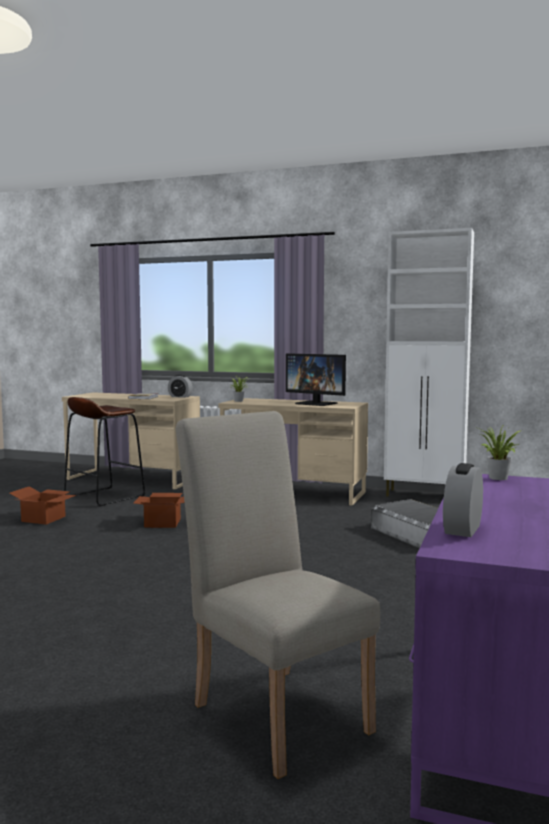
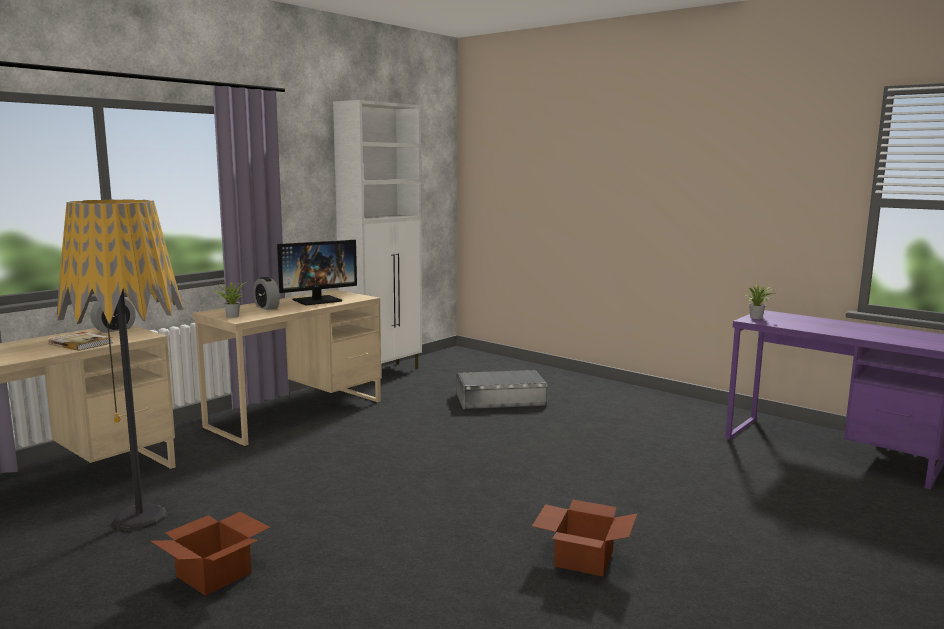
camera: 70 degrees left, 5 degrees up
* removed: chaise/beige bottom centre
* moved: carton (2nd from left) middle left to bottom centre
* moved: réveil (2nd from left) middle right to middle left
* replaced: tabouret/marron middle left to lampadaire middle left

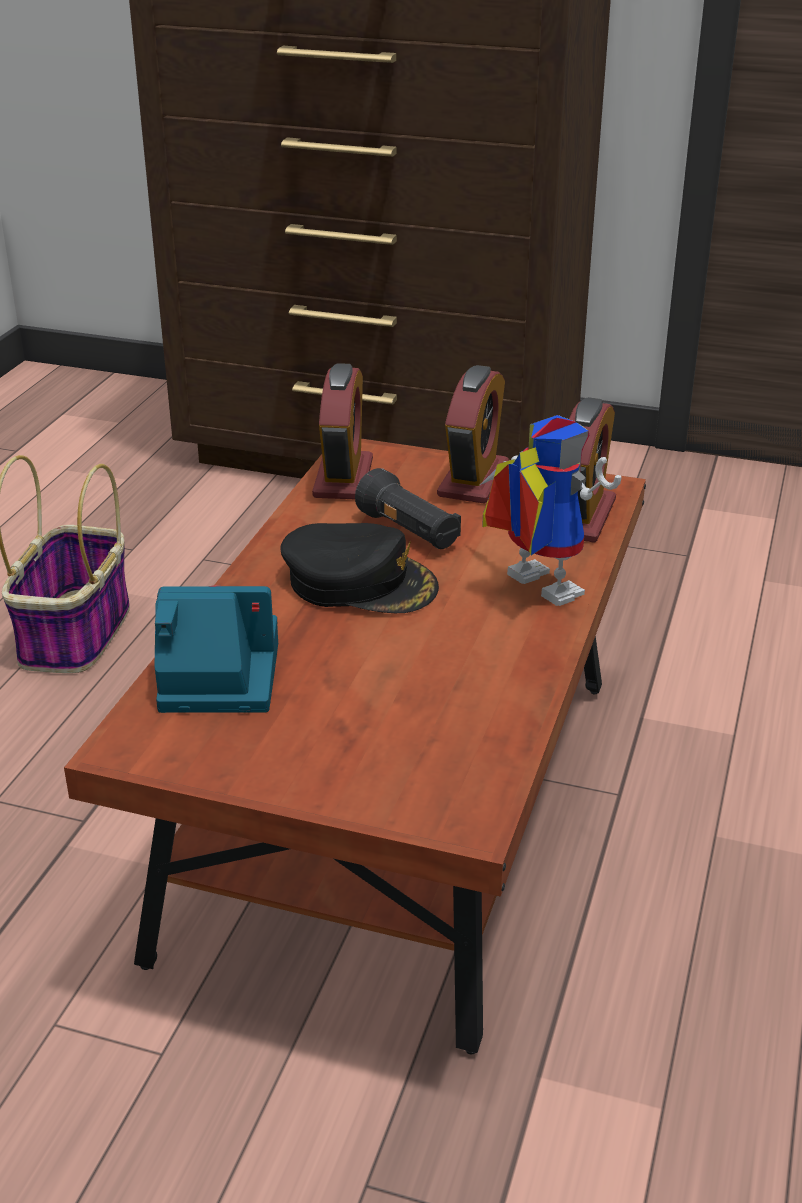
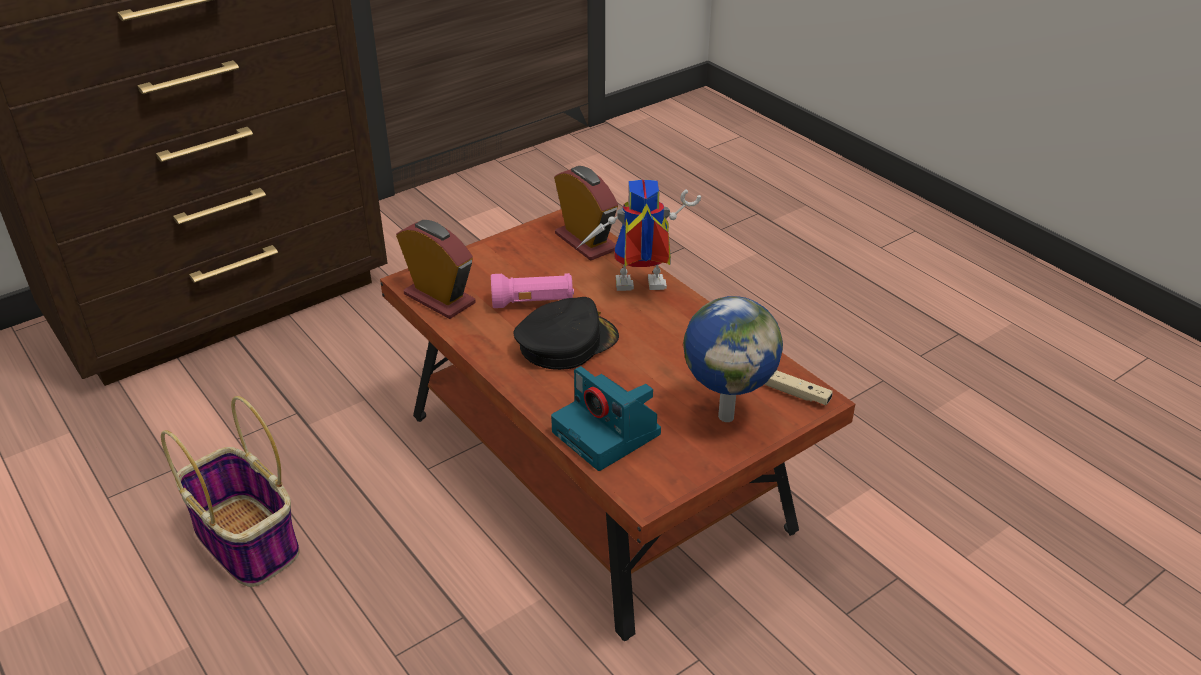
camera: 55 degrees left, 5 degrees up
* removed: réveil (2nd from left) centre
* added: globe centre
* added: manette/beige centre
* recoloured: lampe de poche/noir centre to lampe de poche/rose centre
* turned: appareil photo middle left = centre 75 degrees counterclockwise

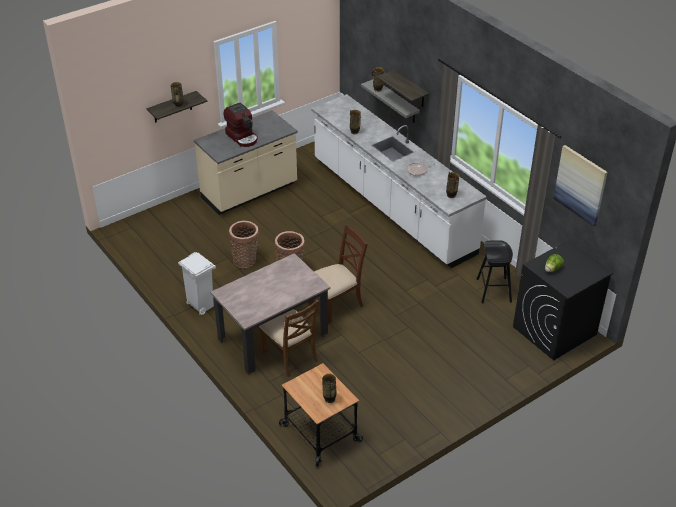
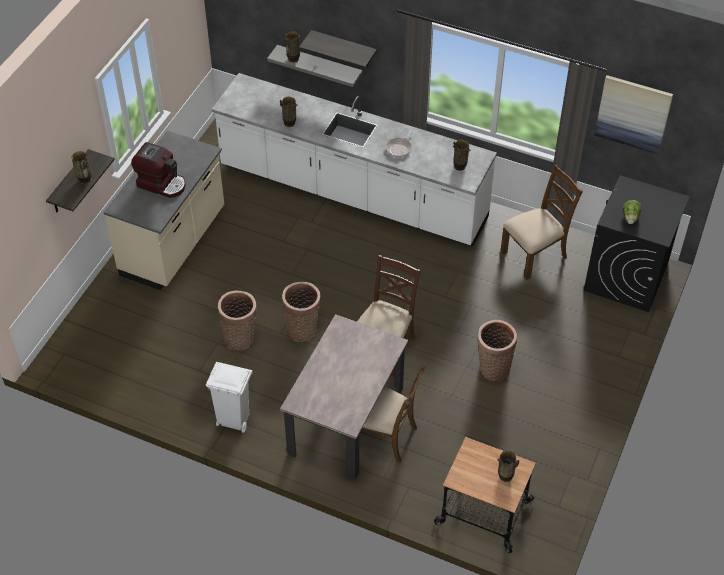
camera: 30 degrees left, 10 degrees up
* added: panier (3rd from left) middle right
* replaced: tabouret/noir middle right to chaise/marron (3rd from left) middle right

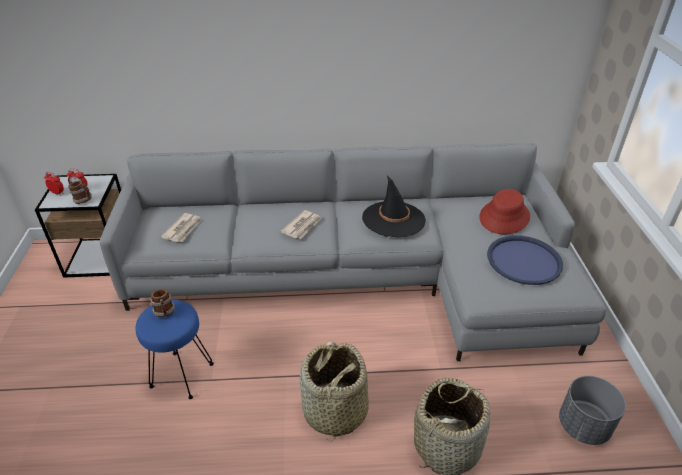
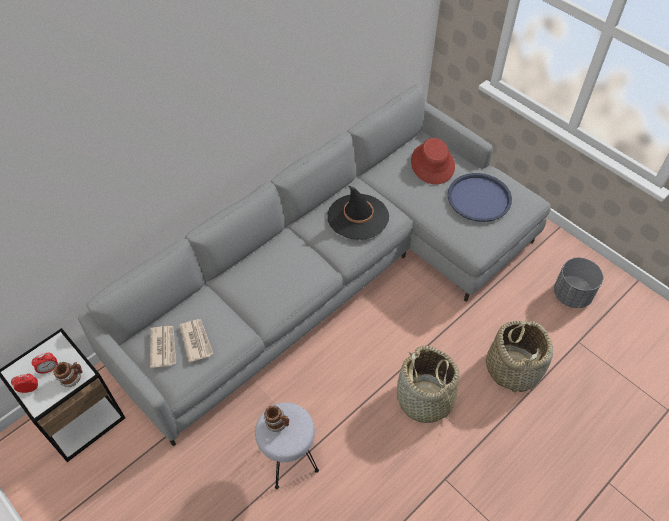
camera: 40 degrees left, 15 degrees up
* moved: journal (2nd from left in the first image) centre to journal (1st from left) middle left
* recoloured: tabouret/bleu bottom left to tabouret/gris bottom centre

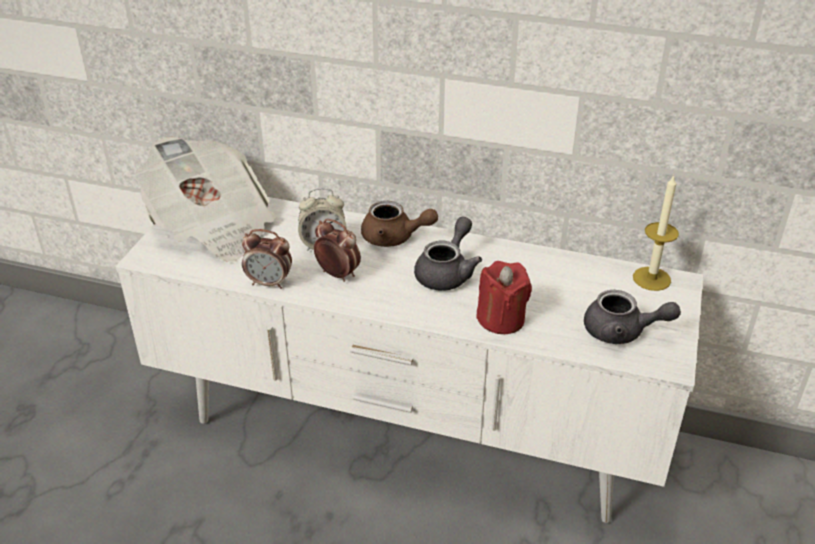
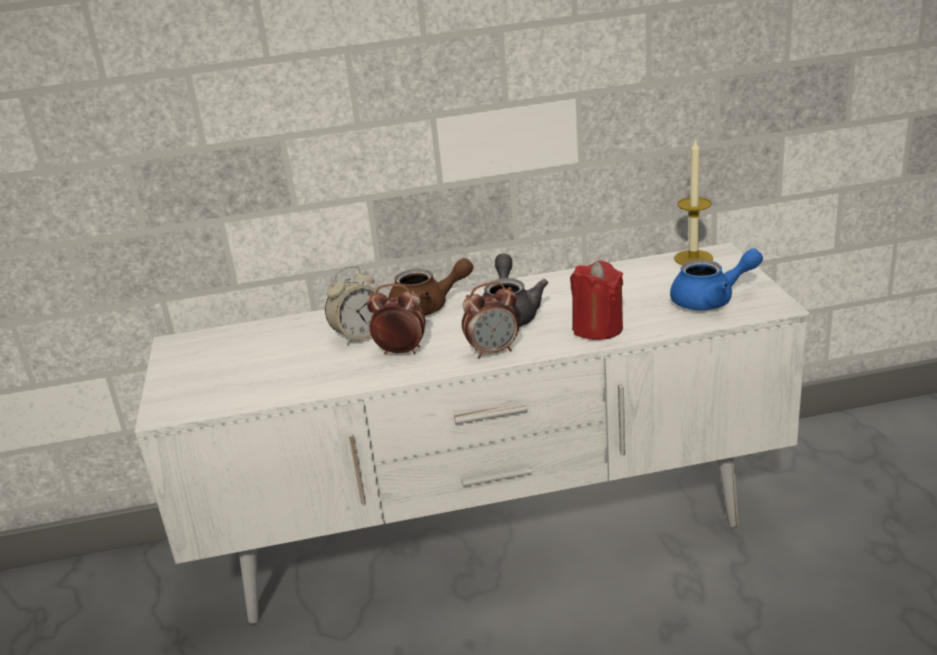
camera: 25 degrees left, 10 degrees down
* removed: journal middle left
* moved: réveil (1st from left in the first image) middle left to réveil (3rd from left) centre
* recoloured: théière/gris (2nd from left) middle right to théière/bleu middle right

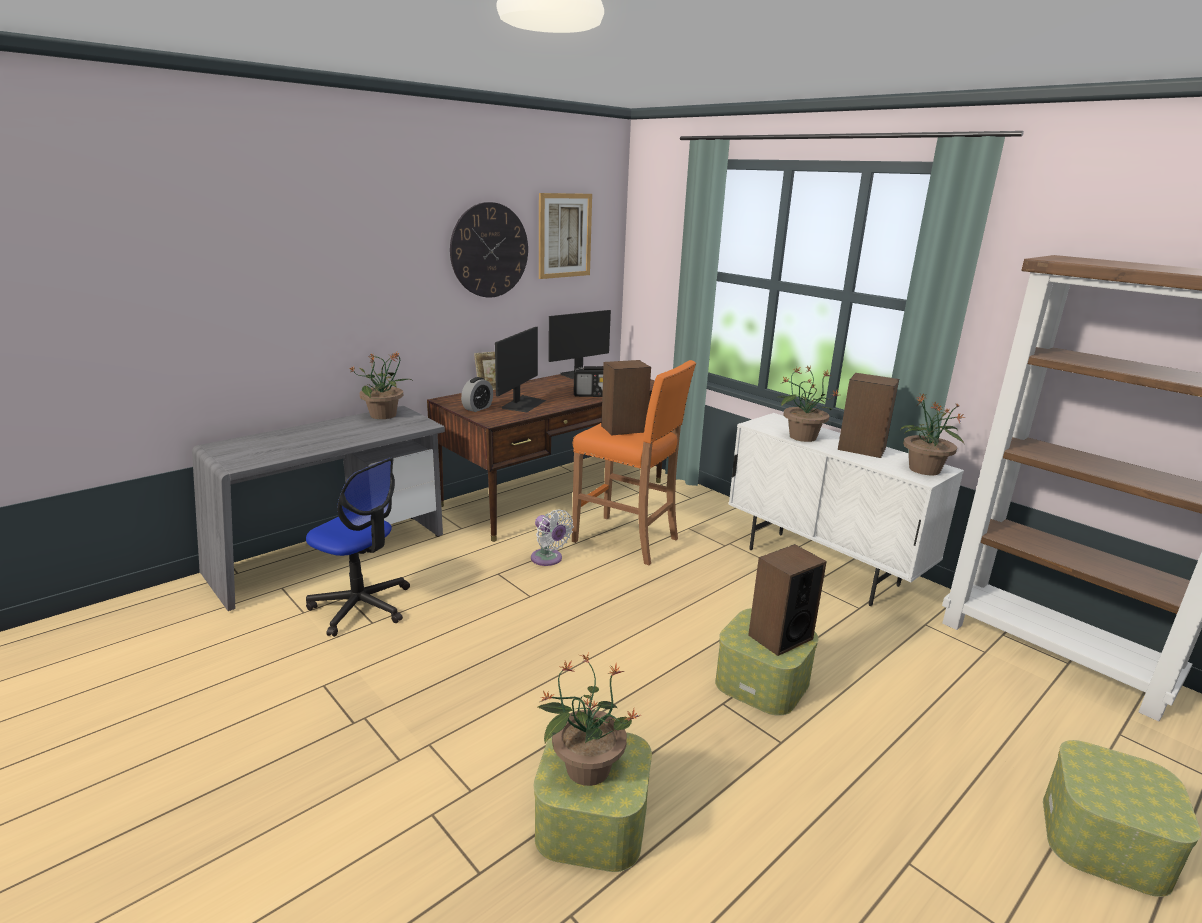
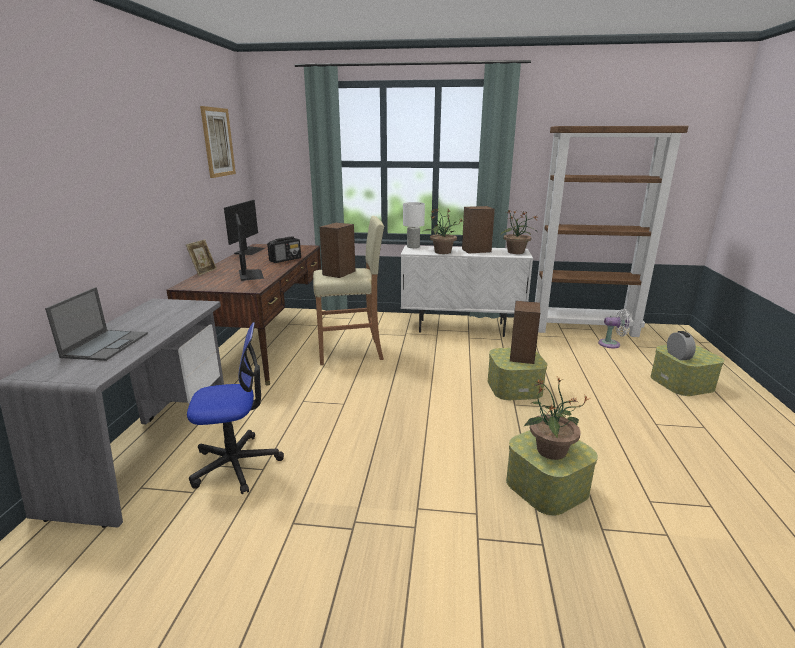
camera: 40 degrees left, 0 degrees up
* removed: plante en pot (1st from left) middle left
* removed: horloge murale top centre
* added: ordinateur portable middle left
* added: lampe de table/blanc centre
* moved: réveil centre to middle right
* moved: ventilateur/blanc centre to middle right
* recoloured: tabouret/orange centre to tabouret/beige centre

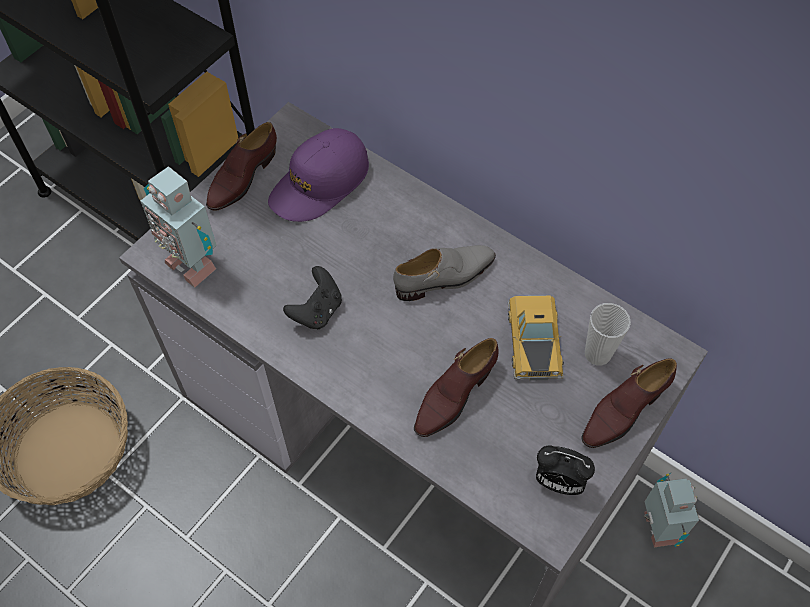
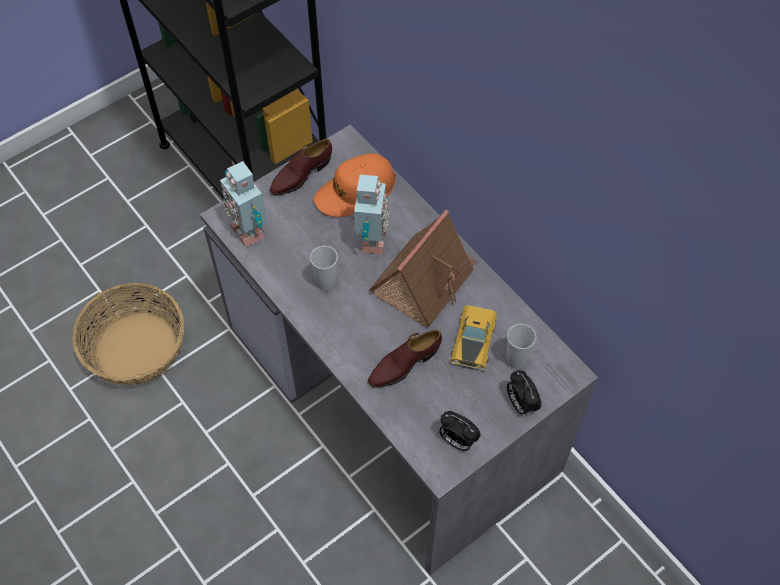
camera: 15 degrees right, 0 degrees up
* moved: robot jouet (2nd from left) bottom right to centre
* replaced: manette/noir centre to tasse (1st from left) centre
* replaced: chaussure/gris centre to maison miniature centre
* replaced: chaussure/marron (3rd from left) middle right to réveil (2nd from left) bottom right
* recoloured: casquette/violet top centre to casquette/orange top centre

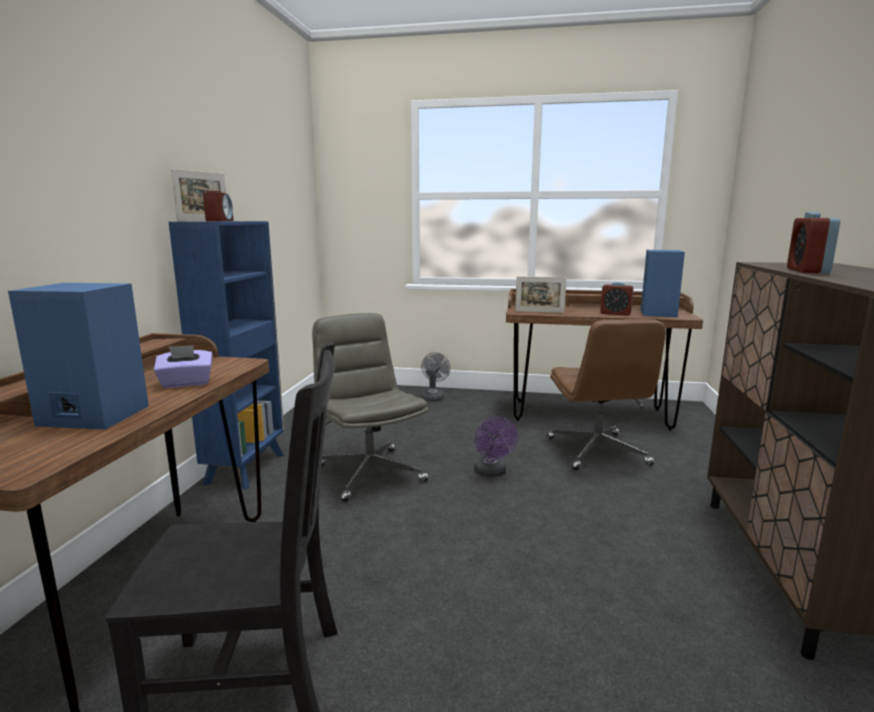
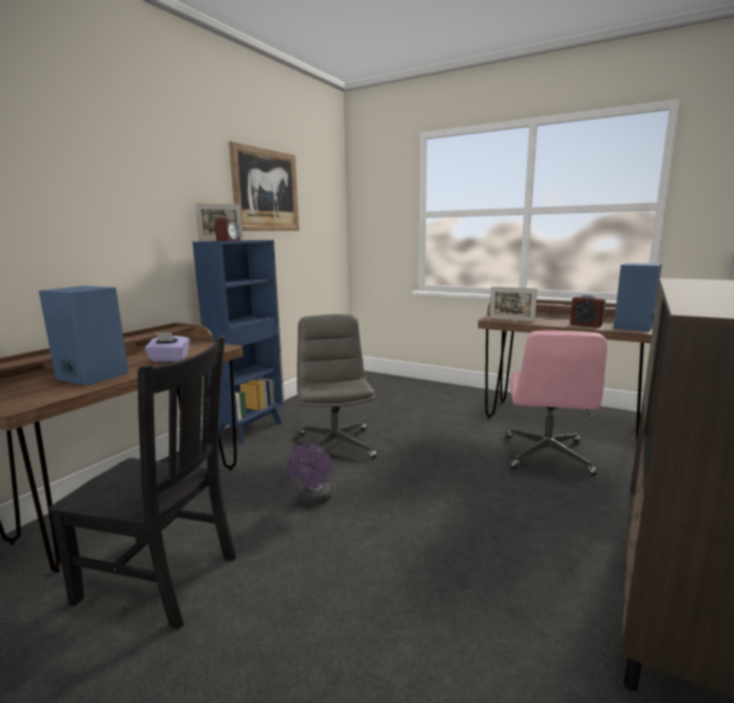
camera: 20 degrees right, 0 degrees up
* removed: ventilateur/gris centre
* removed: réveil (3rd from left) middle right
* added: tableau top centre
* moved: ventilateur/violet centre to bottom centre
* recoloured: chaise de bureau/marron middle right to chaise de bureau/rose middle right

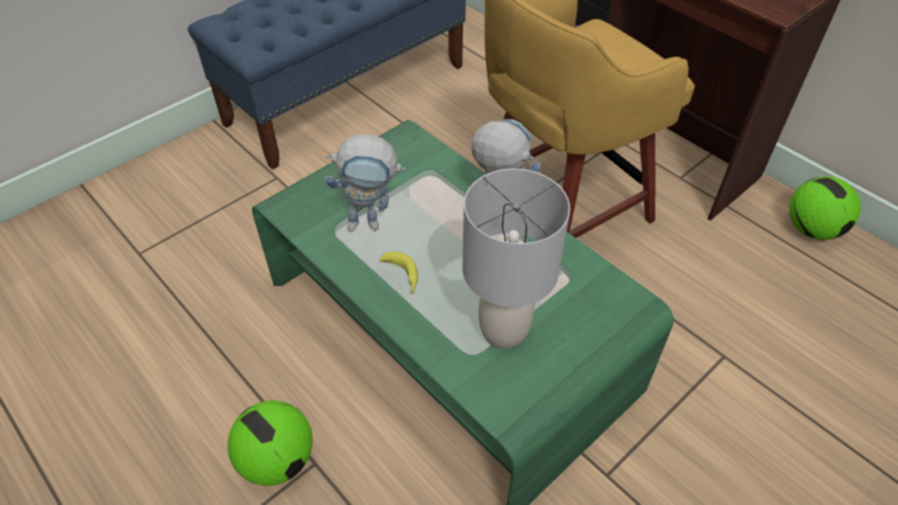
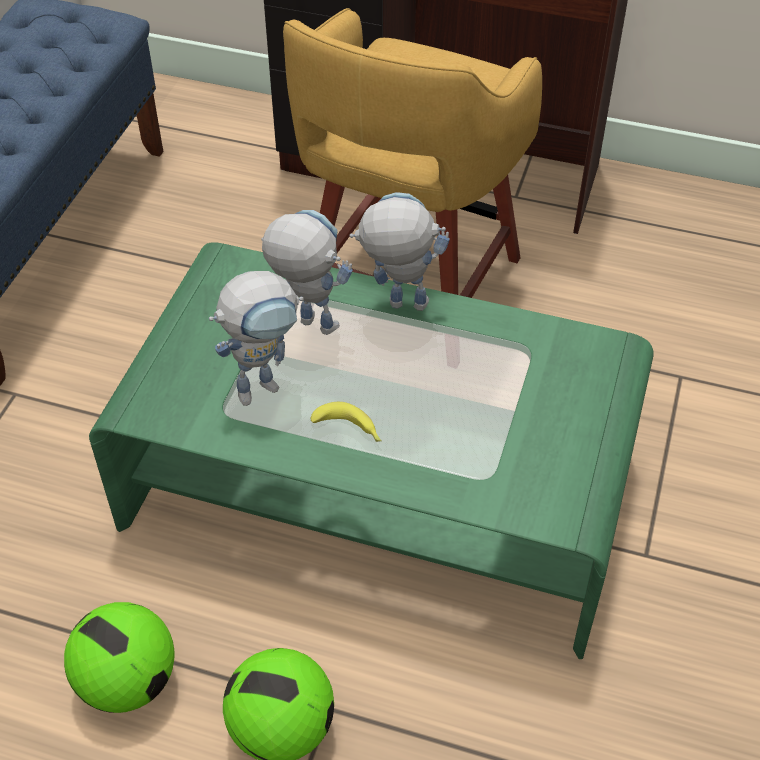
camera: 30 degrees left, 0 degrees up
* removed: lampe de table/gris centre
* added: robot jouet (2nd from left) centre
* moved: ballon de foot (2nd from left in the first image) middle right to ballon de foot (1st from left) bottom left

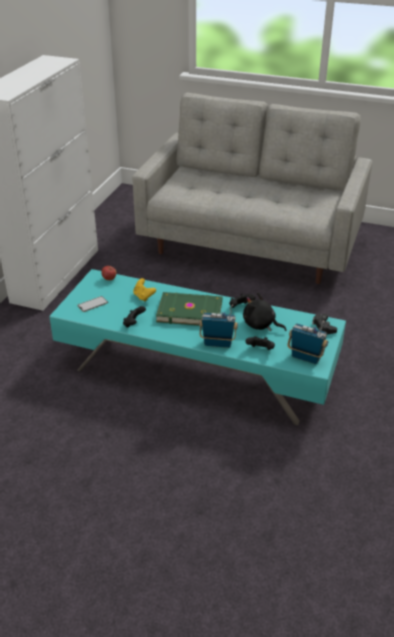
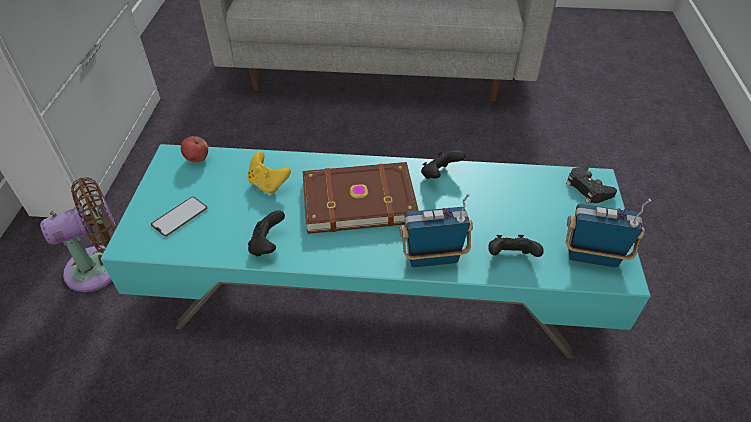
camera: 15 degrees left, 10 degrees up
* removed: peluche/noir middle right
* added: ventilateur/marron middle left
* recoloured: livre/vert centre to livre/marron centre

